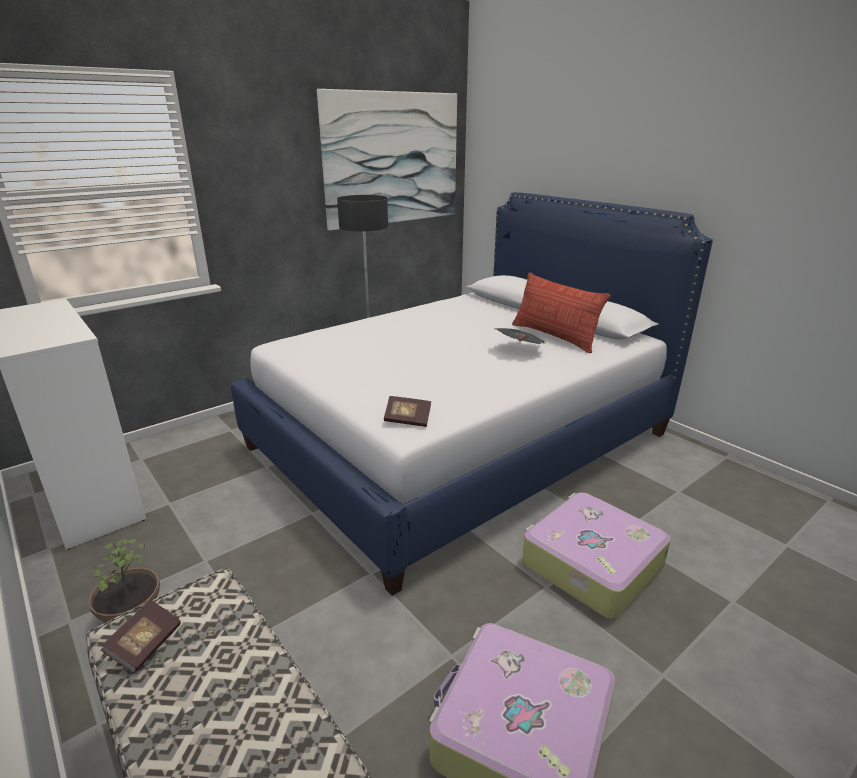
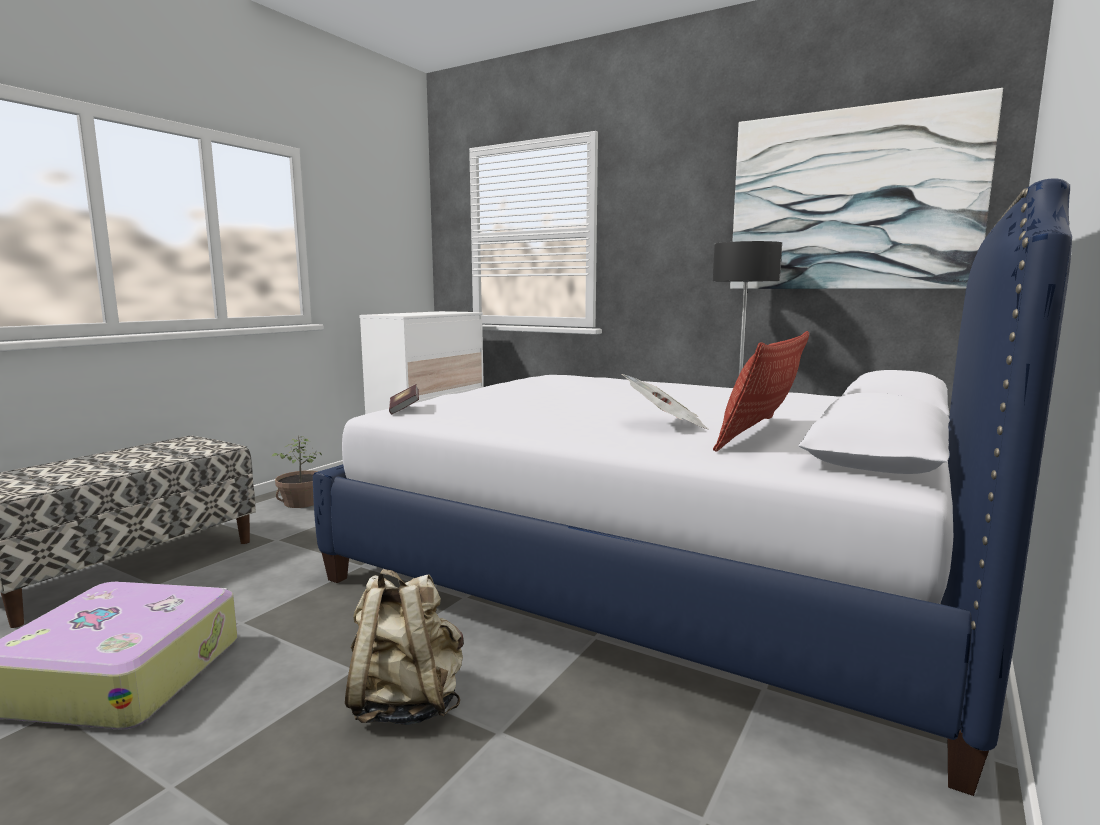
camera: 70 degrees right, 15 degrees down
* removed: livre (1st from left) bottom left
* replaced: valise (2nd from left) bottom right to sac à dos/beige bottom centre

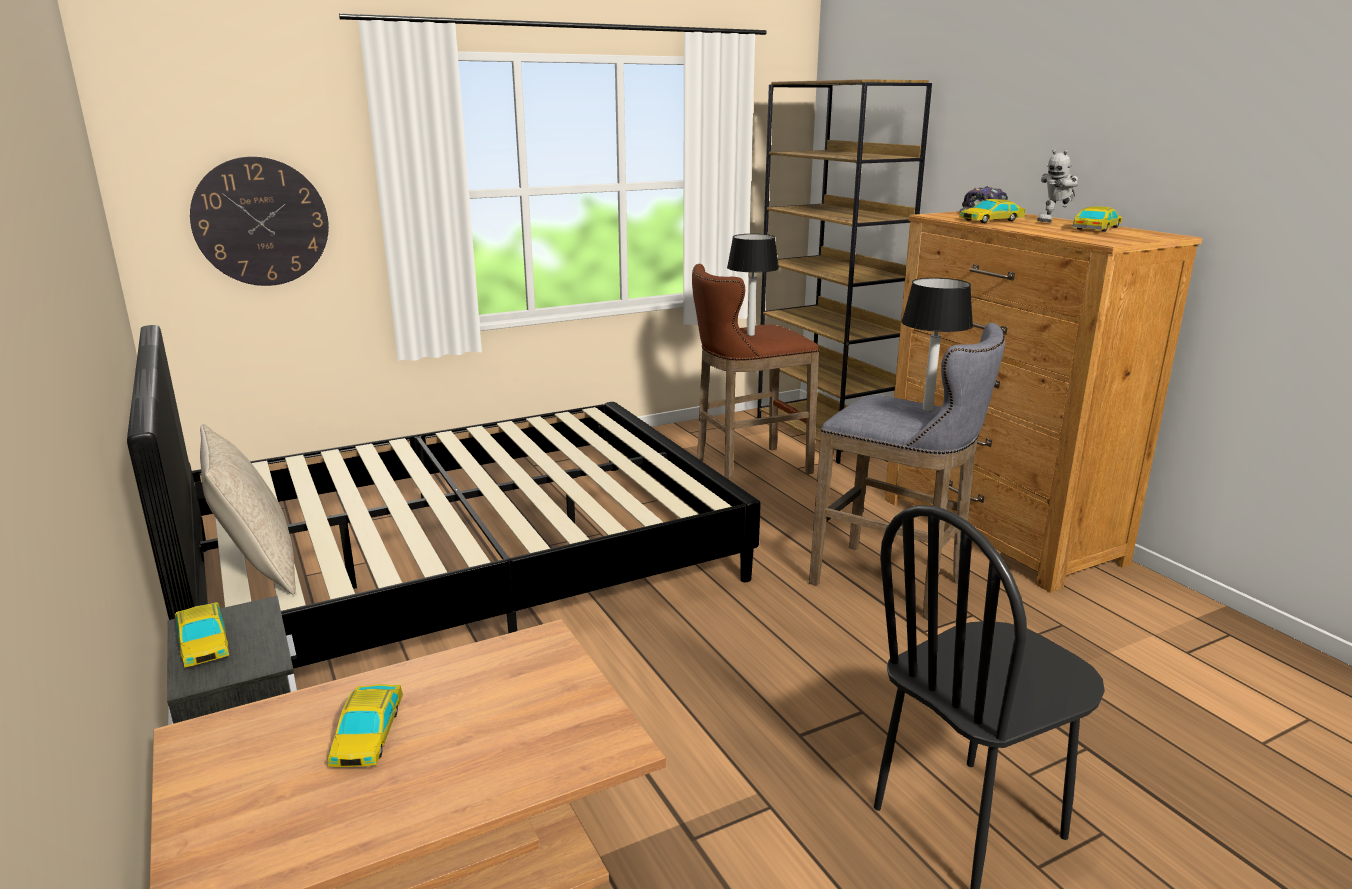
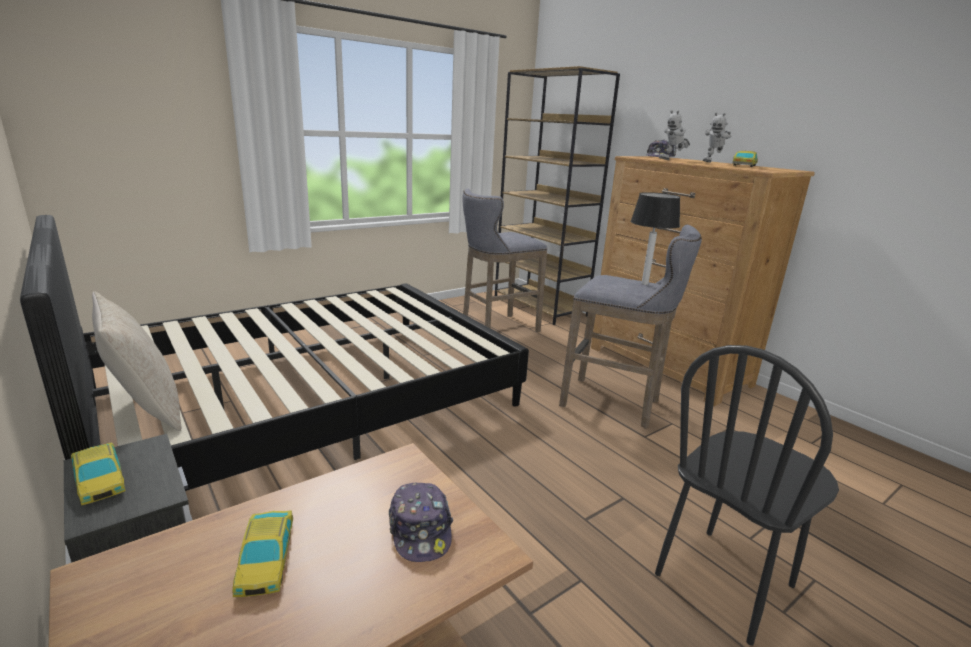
camera: 10 degrees left, 0 degrees up
* removed: horloge murale top left
* removed: lampe de table (1st from left) top centre
* added: casquette (1st from left) bottom centre
* replaced: petite voiture (3rd from left) top right to robot jouet (1st from left) top right
* recoloured: tabouret/marron centre to tabouret/gris (1st from left) centre

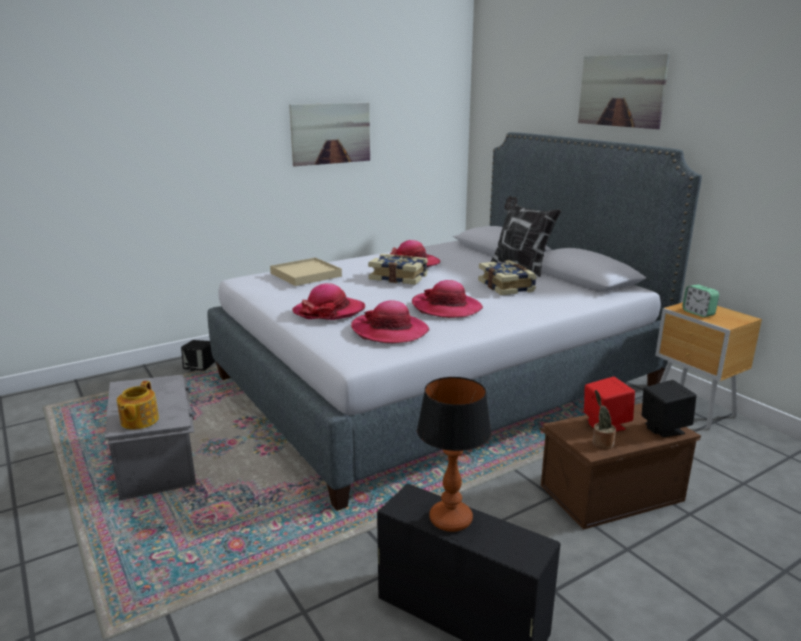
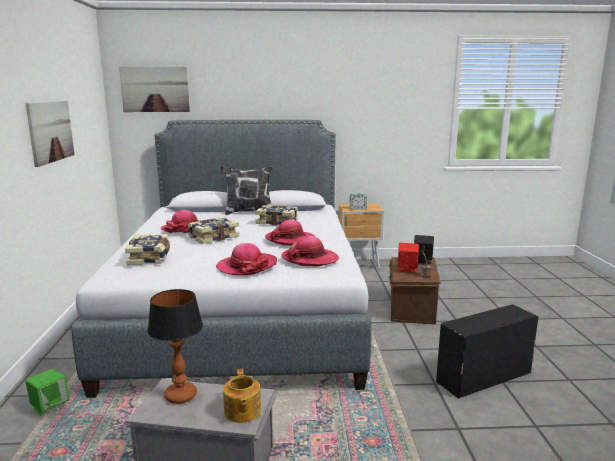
camera: 60 degrees left, 5 degrees down
* moved: lampe de table bottom centre to bottom left
* moved: tableau (2nd from left) top right to top left
* replaced: plateau/beige centre to livre (1st from left) middle left
* recoloured: enceinte/noir (1st from left) middle left to enceinte/vert bottom left
* turned: théière middle left = bottom centre 45 degrees clockwise

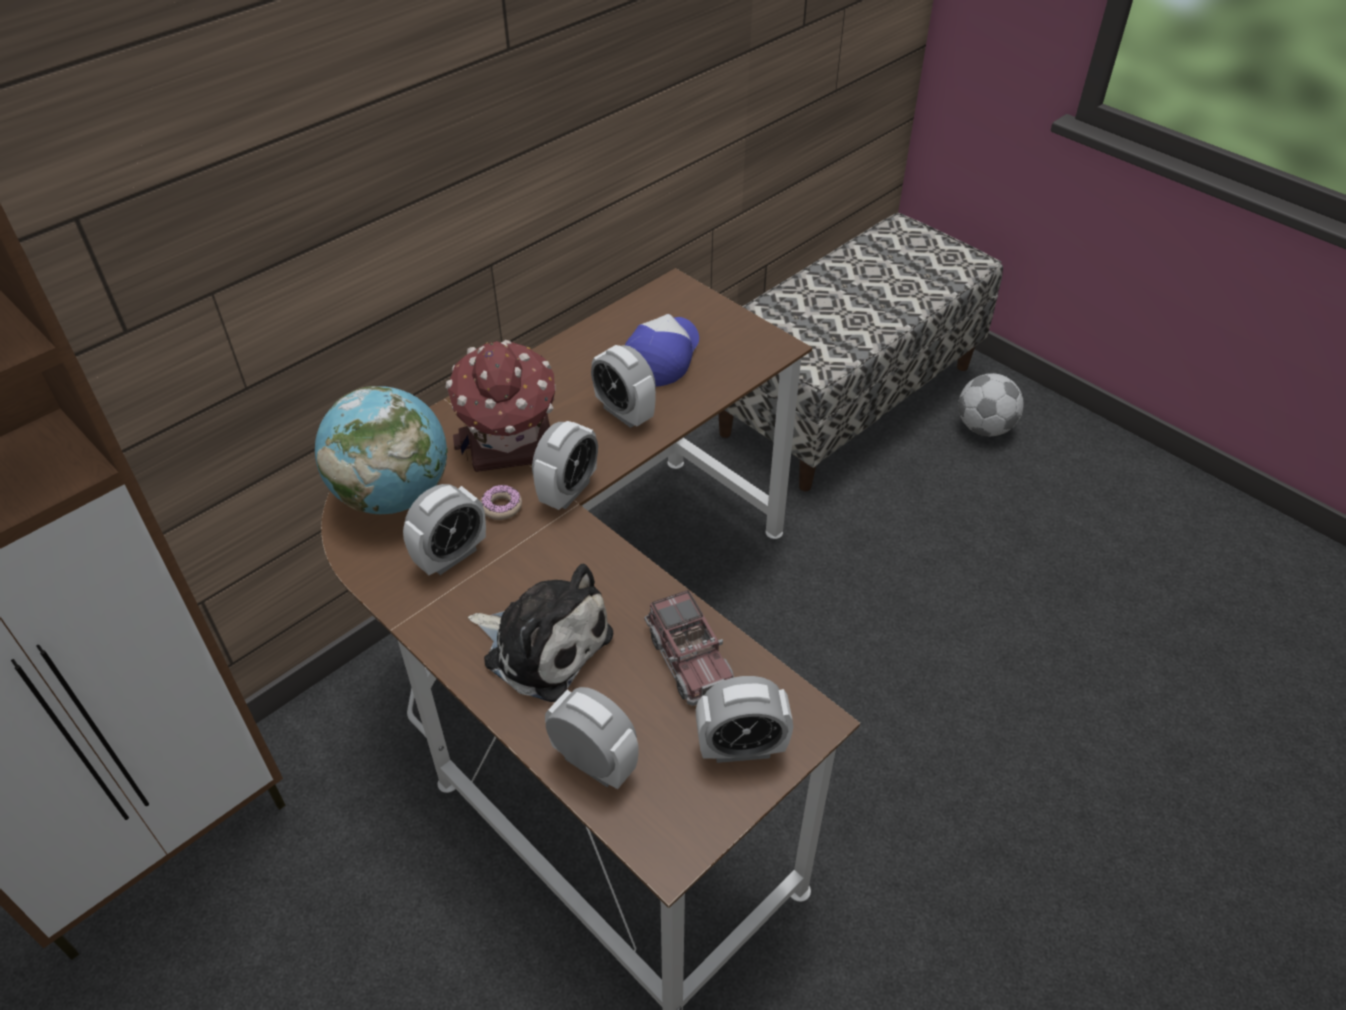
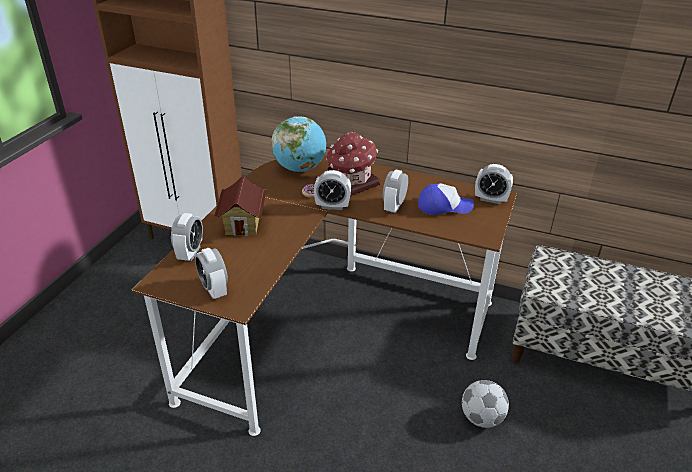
camera: 65 degrees right, 10 degrees down
* removed: camion jouet centre
* moved: réveil (1st from left in the first image) middle left to réveil (5th from left) middle right
* moved: ballon de foot middle right to bottom right
* replaced: peluche centre to maison miniature (1st from left) centre

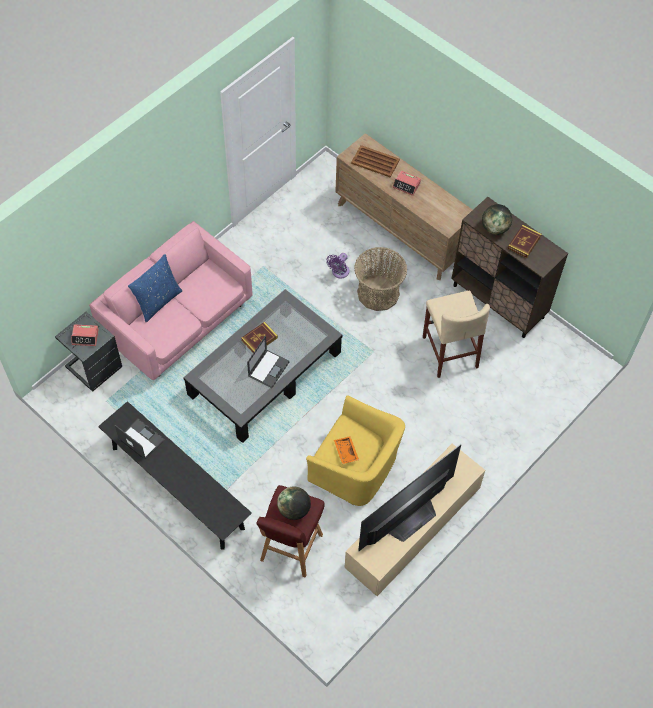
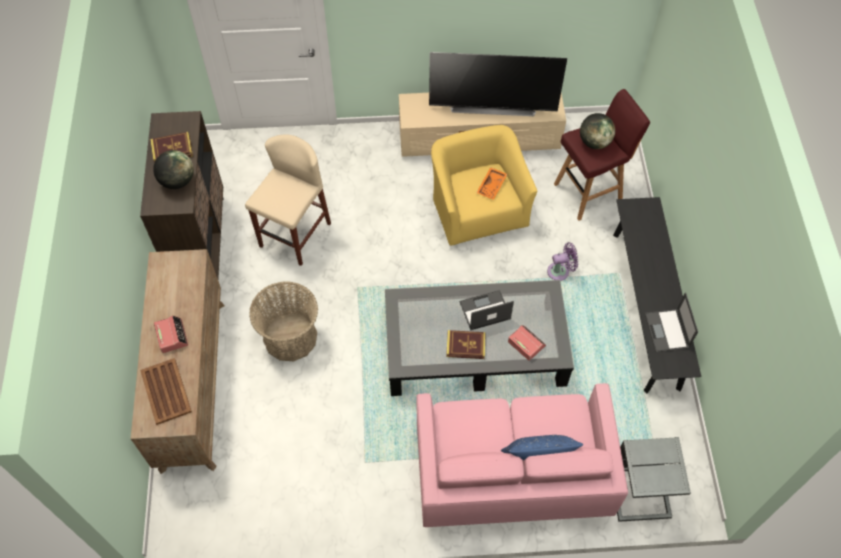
camera: 135 degrees left, 0 degrees up
* moved: réveil (1st from left in the first image) middle left to réveil (2nd from left) centre
* moved: ventilateur/violet centre to middle right

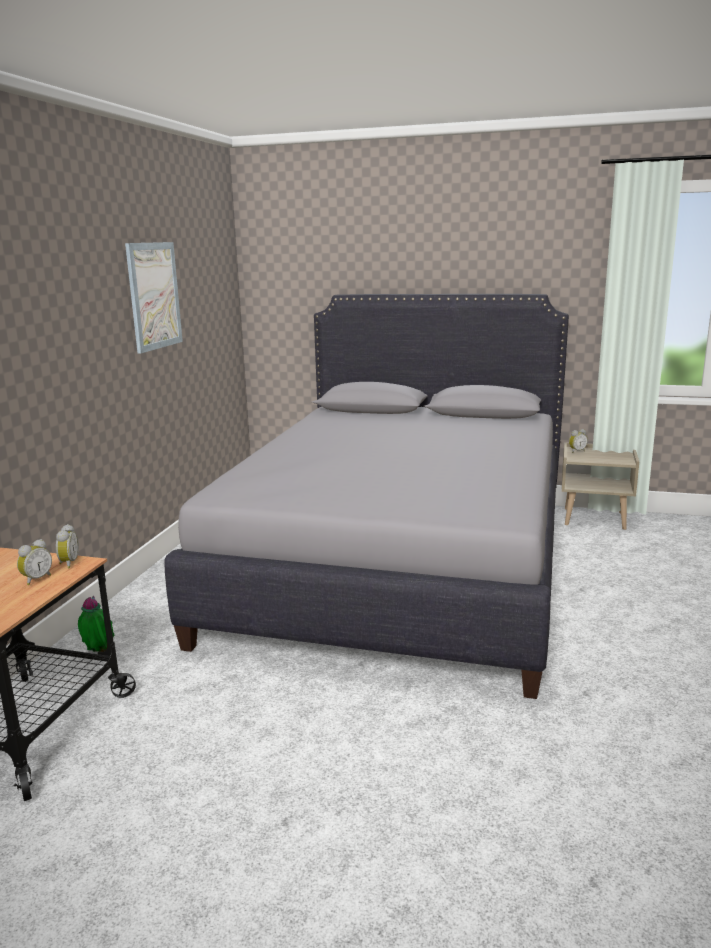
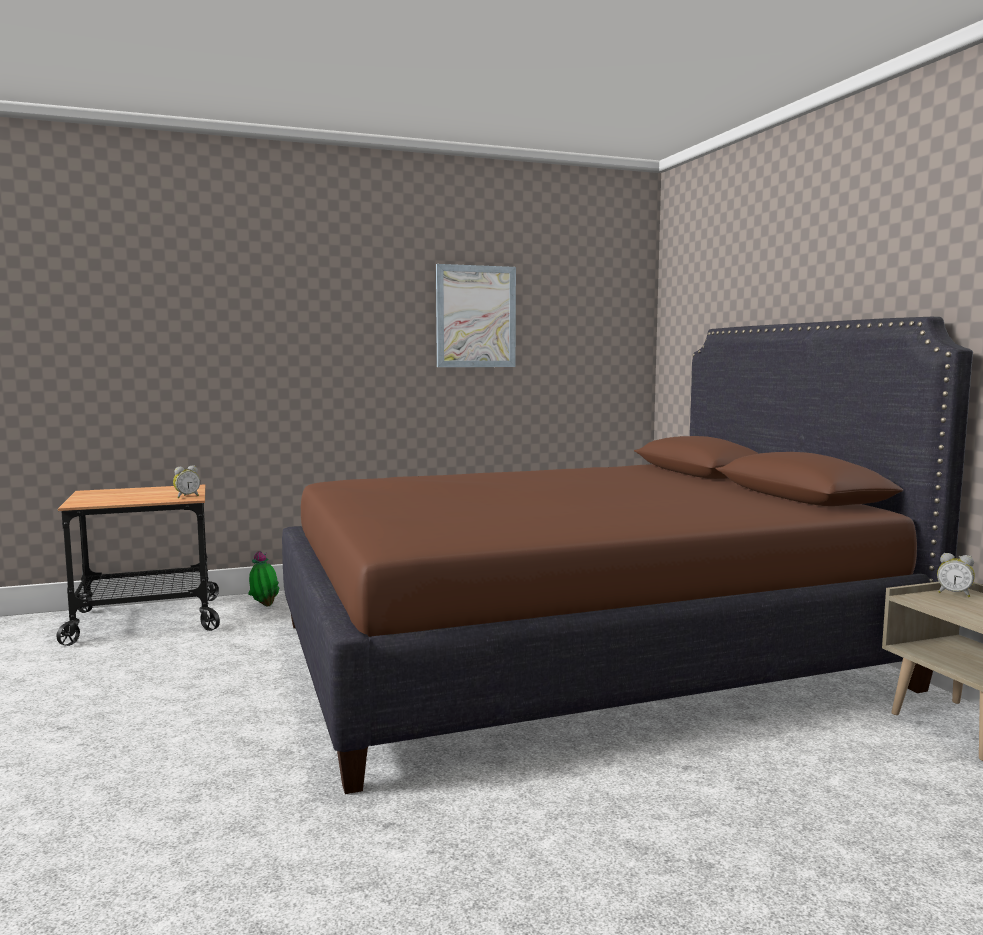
camera: 55 degrees right, 10 degrees down
* removed: réveil (1st from left) middle left
* recoloured: lit/gris centre to lit/marron centre

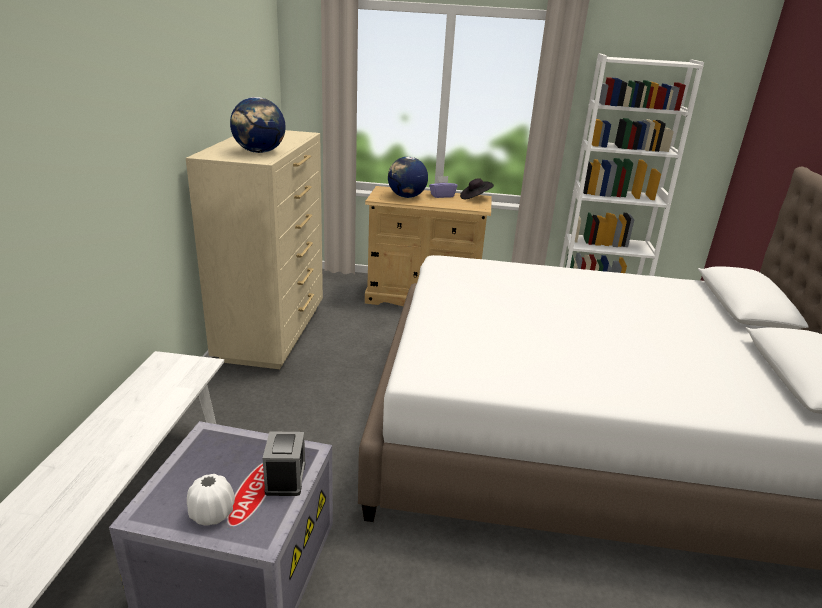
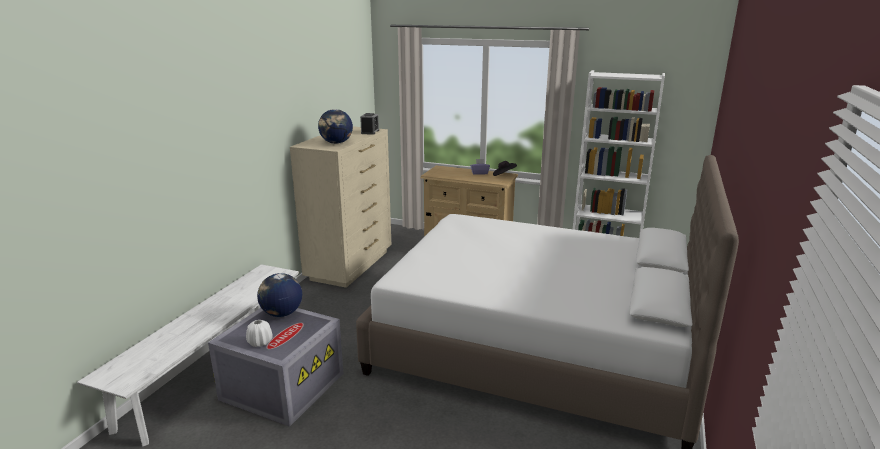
camera: 15 degrees right, 5 degrees down
* moved: réveil bottom centre to top centre
* moved: globe (2nd from left in the first image) top centre to globe (1st from left) middle left

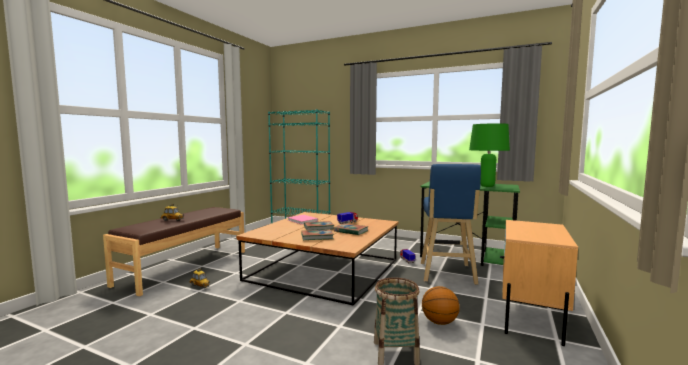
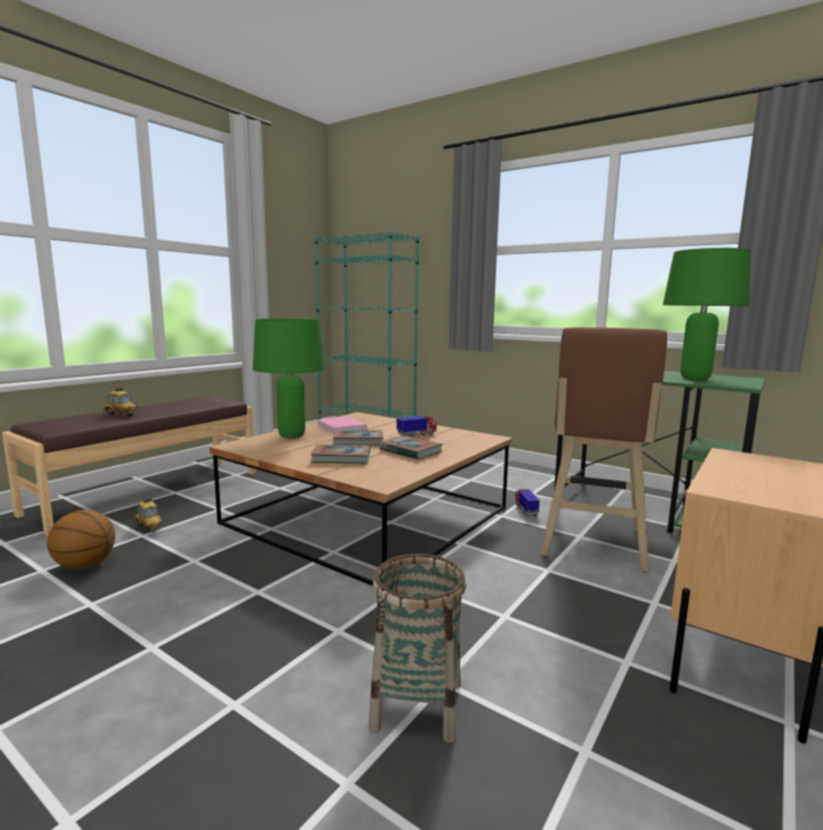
camera: 10 degrees right, 5 degrees up
* added: lampe de table/vert (1st from left) centre
* moved: ballon de basket bottom centre to middle left
* recoloured: tabouret/bleu centre to tabouret/marron middle right

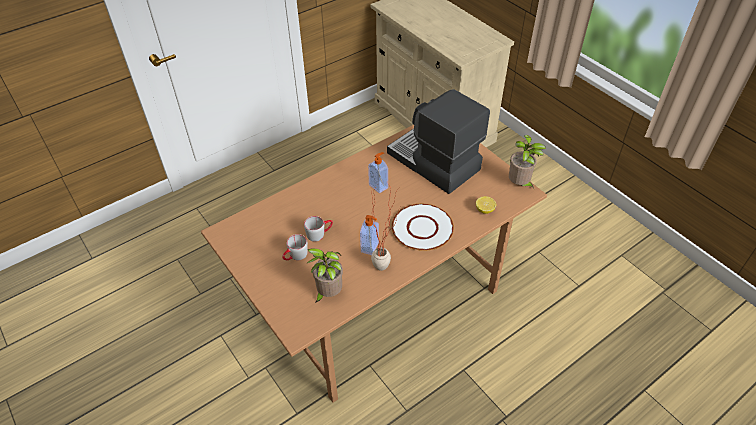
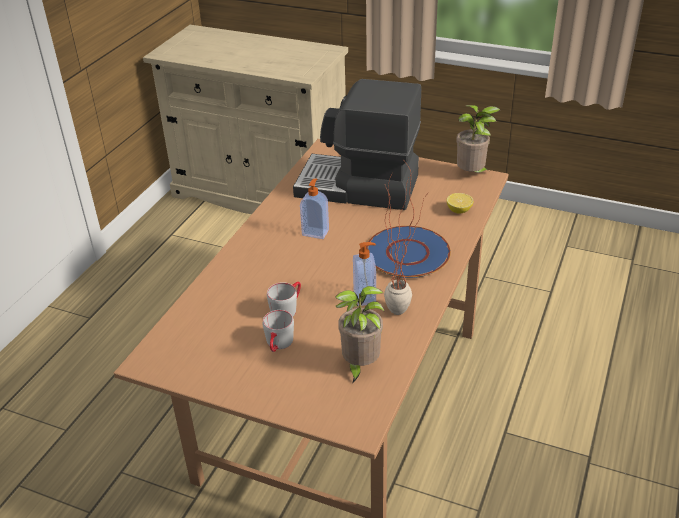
camera: 30 degrees left, 10 degrees down
* recoloured: assiette/blanc centre to assiette/bleu centre

